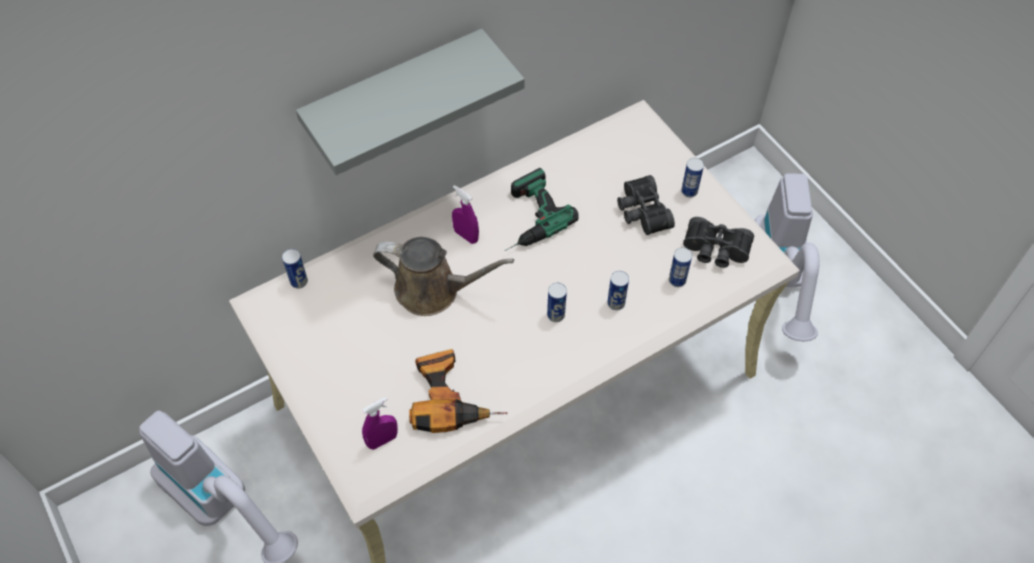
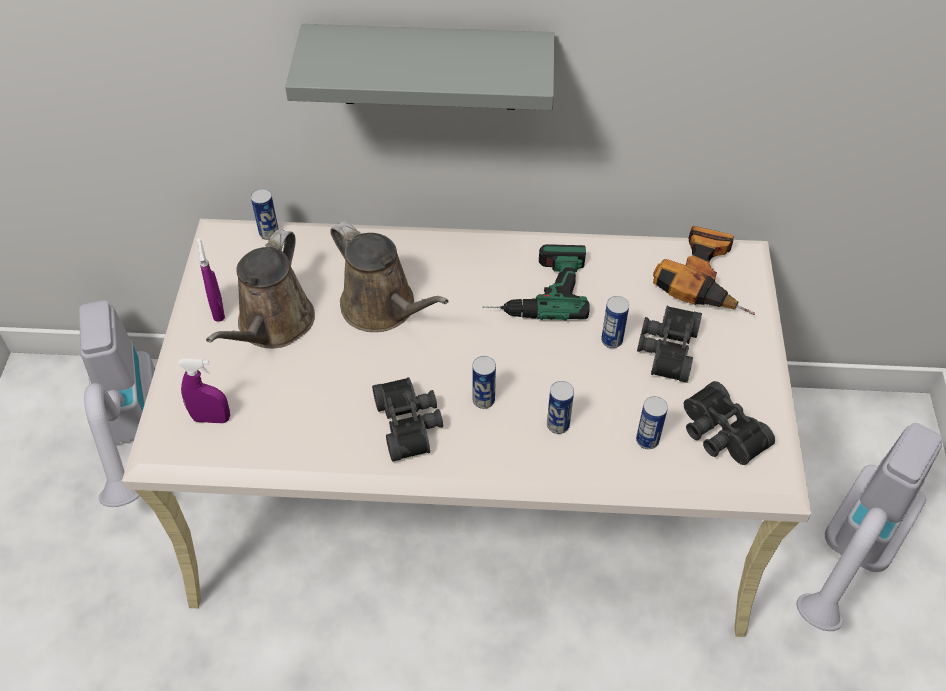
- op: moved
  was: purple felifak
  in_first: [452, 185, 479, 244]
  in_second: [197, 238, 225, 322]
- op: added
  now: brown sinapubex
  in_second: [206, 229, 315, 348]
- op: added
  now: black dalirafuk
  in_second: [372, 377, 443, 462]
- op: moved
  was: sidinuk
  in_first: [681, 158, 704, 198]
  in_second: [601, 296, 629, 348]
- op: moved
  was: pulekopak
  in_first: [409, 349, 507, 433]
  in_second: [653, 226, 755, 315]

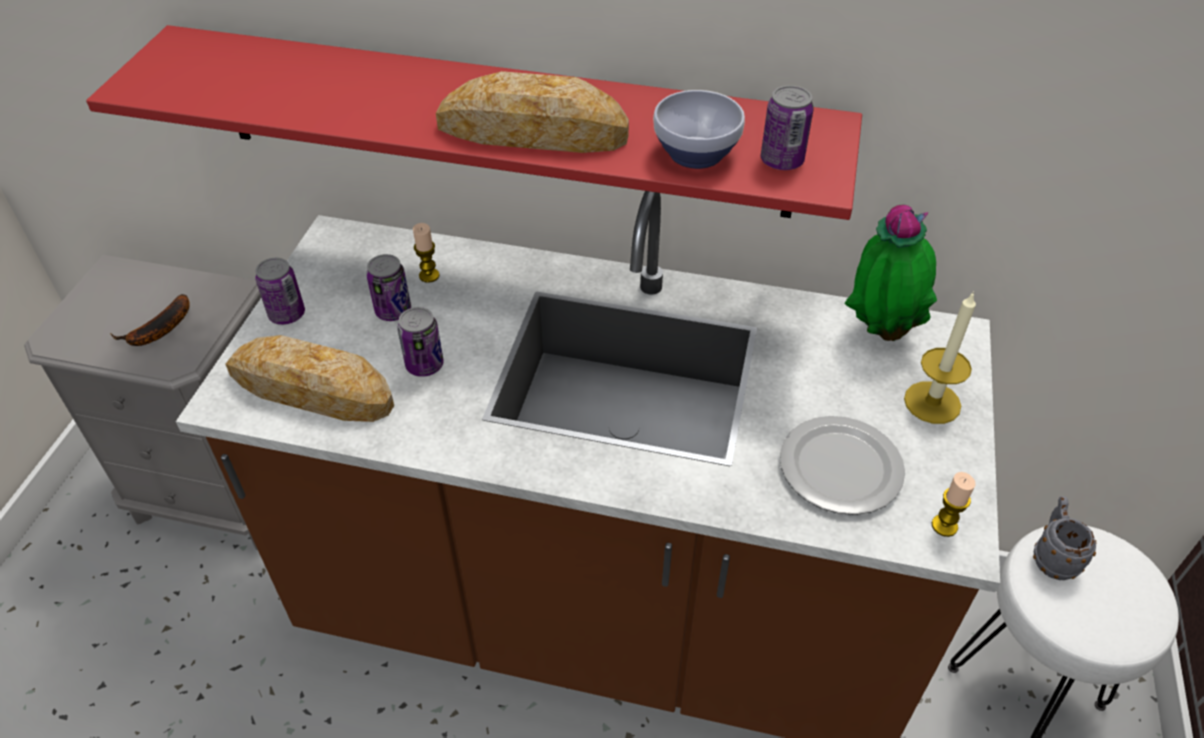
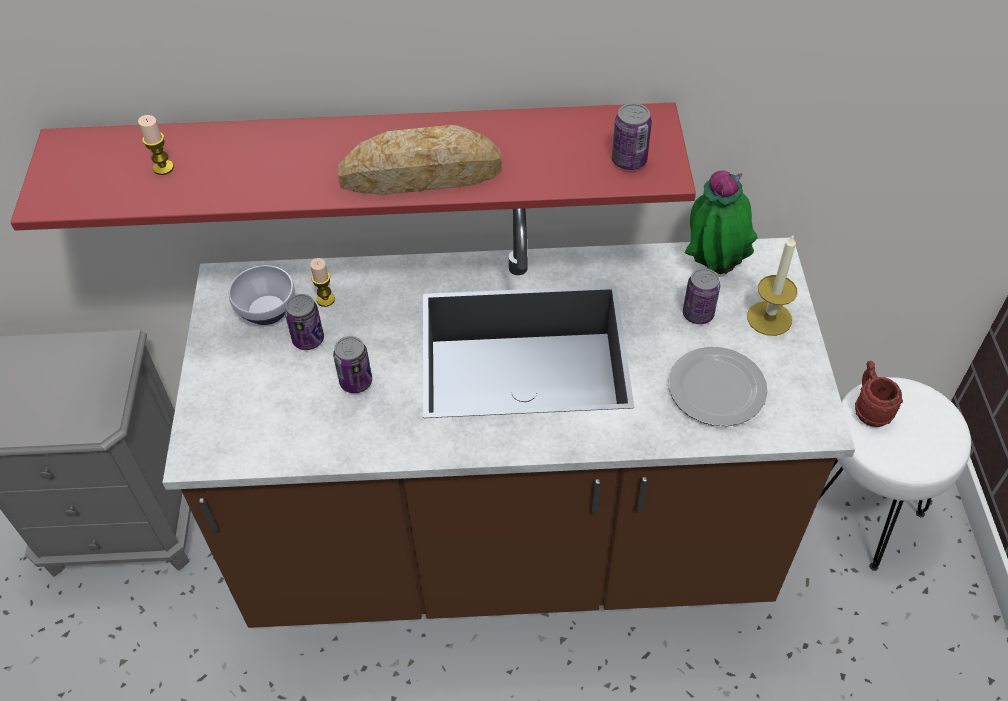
- op: moved
  was: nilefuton
  in_first: [932, 472, 975, 537]
  in_second: [138, 115, 174, 175]
- op: moved
  was: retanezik
  in_first: [653, 90, 745, 169]
  in_second: [228, 265, 295, 325]
- op: moved
  was: sidinuk
  in_first: [255, 258, 305, 325]
  in_second: [683, 268, 720, 324]
- op: recoloured
  was: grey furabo
  now: red furabo
  in_first: [1033, 496, 1097, 580]
  in_second: [855, 361, 903, 427]
- op: removed
  was: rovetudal
  in_first: [110, 294, 190, 346]
- op: removed
  was: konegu
  in_first: [225, 335, 394, 422]

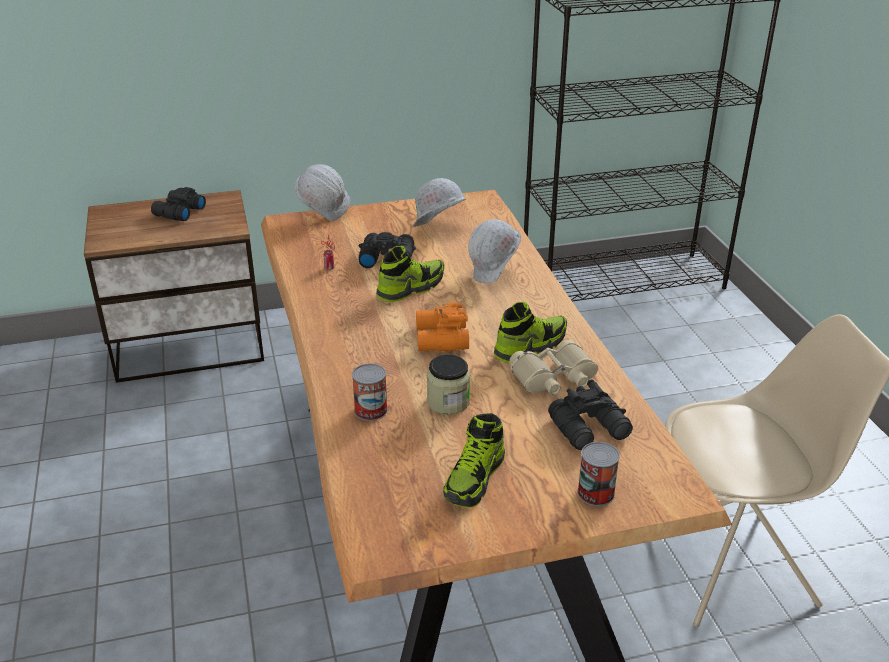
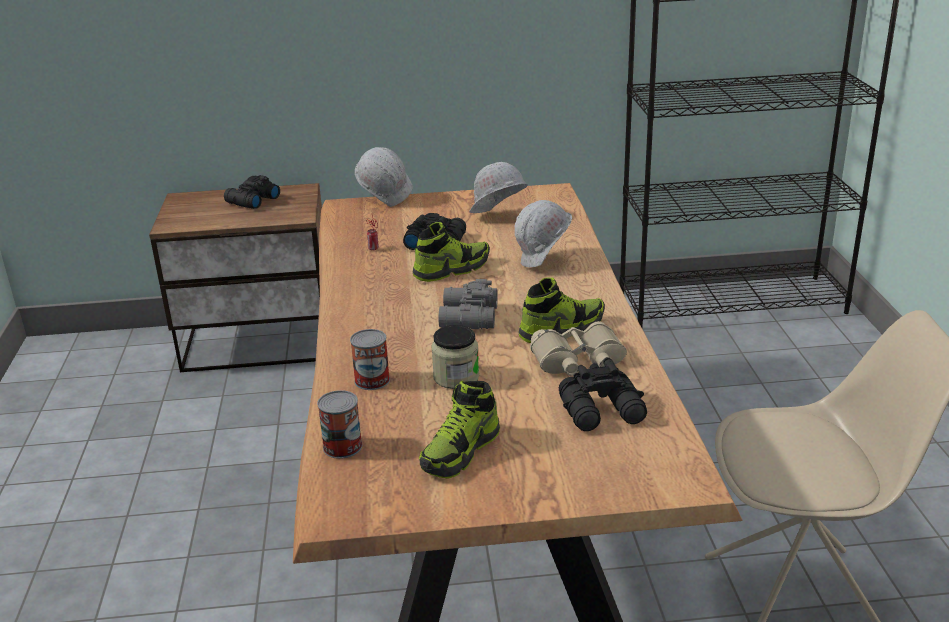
- op: moved
  was: sidinuk
  in_first: [577, 442, 620, 506]
  in_second: [317, 390, 362, 459]
- op: recoloured
  was: orange dalirafuk
  now: grey dalirafuk
  in_first: [416, 303, 469, 352]
  in_second: [438, 279, 498, 329]

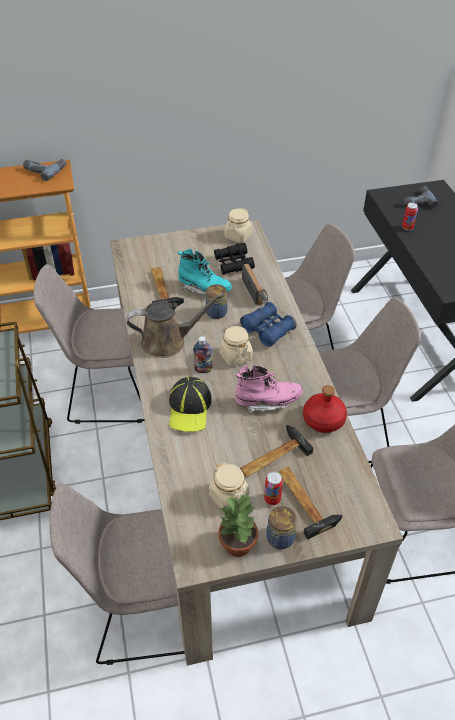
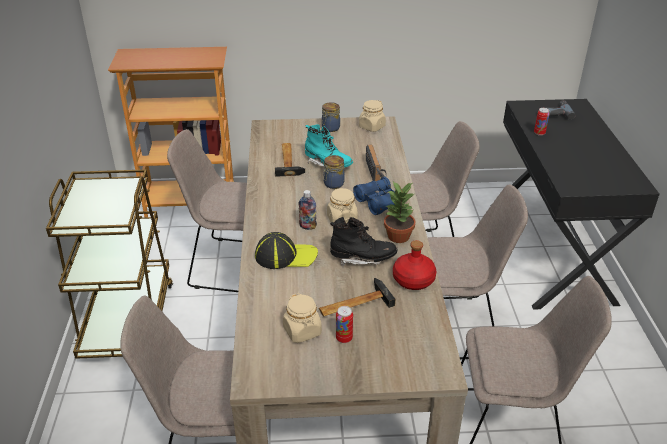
- op: turned
  was: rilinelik
  in_first: [169, 377, 212, 432]
  in_second: [255, 232, 318, 269]
  clockwise: -105
- op: moved
  was: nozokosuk
  in_first: [266, 506, 297, 549]
  in_second: [322, 102, 340, 132]
- op: recoloured
  was: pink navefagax
  now: black navefagax
  in_first: [235, 365, 303, 414]
  in_second: [330, 217, 397, 267]
- op: moved
  was: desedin
  in_first: [218, 494, 258, 557]
  in_second: [384, 182, 415, 243]
- op: removed
  was: pulekopak
  in_first: [23, 159, 66, 181]
- op: removed
  was: brown sinapubex
  in_first: [127, 293, 224, 358]
- op: removed
  was: black dalirafuk
  in_first: [214, 243, 255, 275]
- op: removed
  was: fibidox
  in_first: [278, 467, 342, 539]

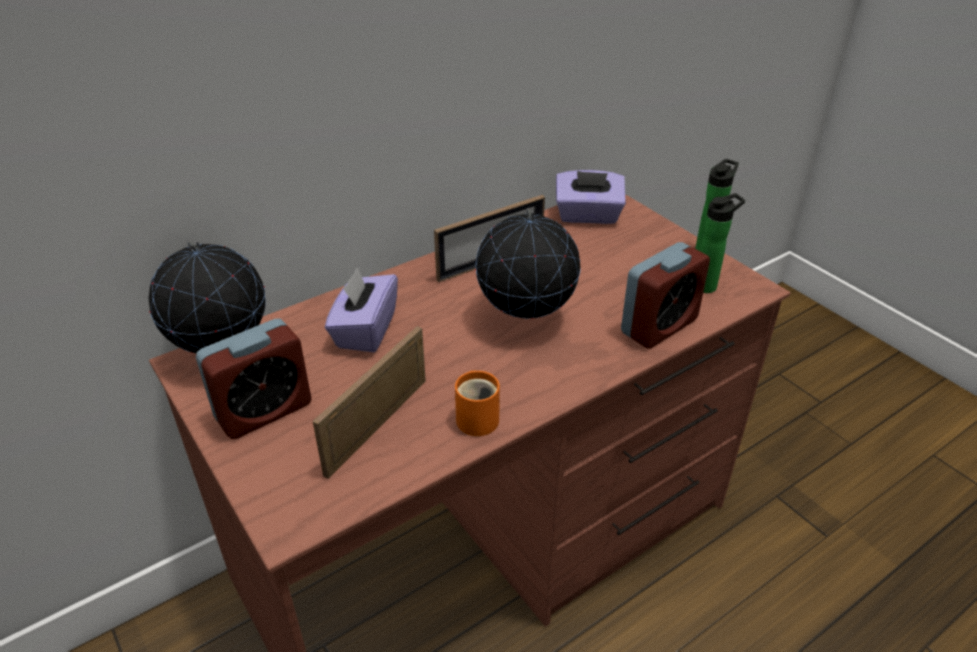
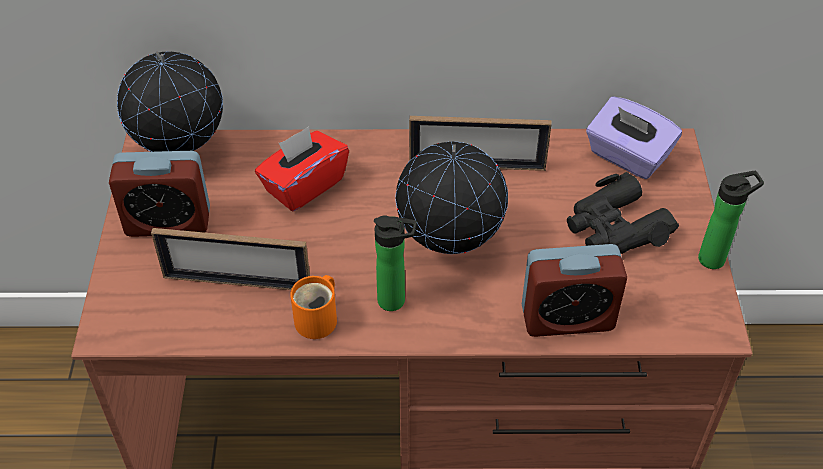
- op: turned
  was: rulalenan
  in_first: [313, 326, 426, 479]
  in_second: [151, 228, 310, 290]
  clockwise: -150
- op: recoloured
  was: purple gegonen
  now: red gegonen
  in_first: [325, 267, 398, 352]
  in_second: [255, 126, 349, 211]
- op: moved
  was: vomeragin
  in_first: [700, 193, 745, 293]
  in_second: [374, 216, 417, 311]
- op: added
  now: black dalirafuk
  in_second: [567, 172, 679, 254]

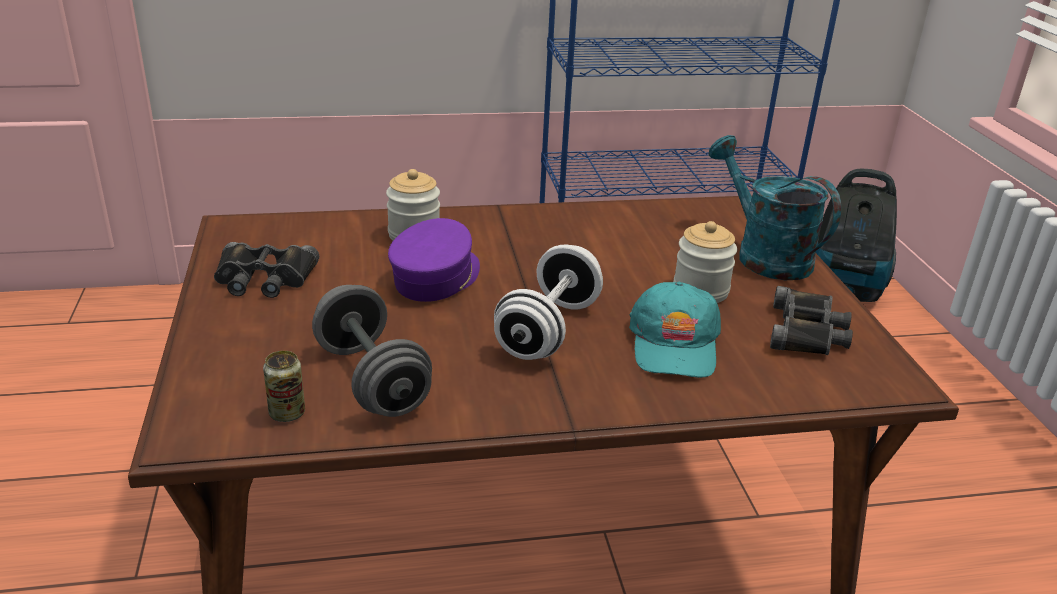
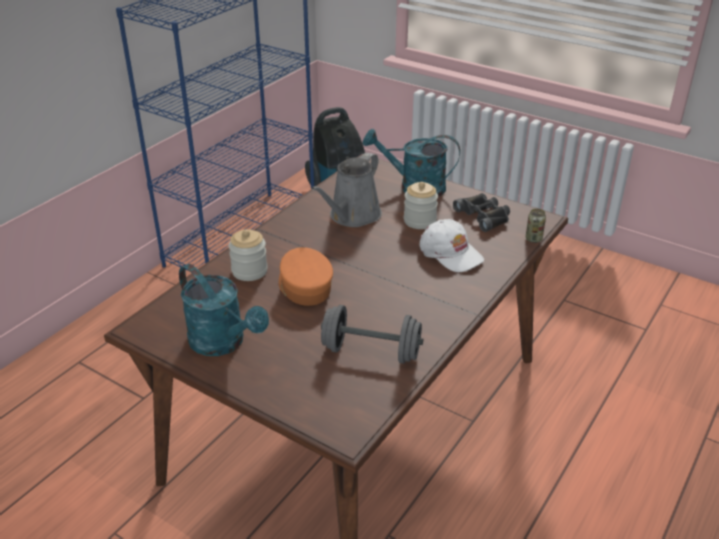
- op: replaced
  was: black dalirafuk
  now: turquoise sinapubex
  in_first: [214, 242, 319, 298]
  in_second: [179, 264, 269, 356]
- op: recoloured
  was: purple rilinelik
  now: orange rilinelik
  in_first: [388, 218, 480, 302]
  in_second: [279, 247, 333, 306]
- op: added
  now: grey sinapubex
  in_second: [311, 153, 382, 227]
- op: recoloured
  was: turquoise rilinelik
  now: white rilinelik
  in_first: [629, 282, 721, 378]
  in_second: [419, 219, 484, 273]
- op: moved
  was: sidinuk
  in_first: [263, 351, 305, 422]
  in_second: [526, 209, 546, 243]
- op: removed
  was: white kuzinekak
  in_first: [494, 245, 603, 360]

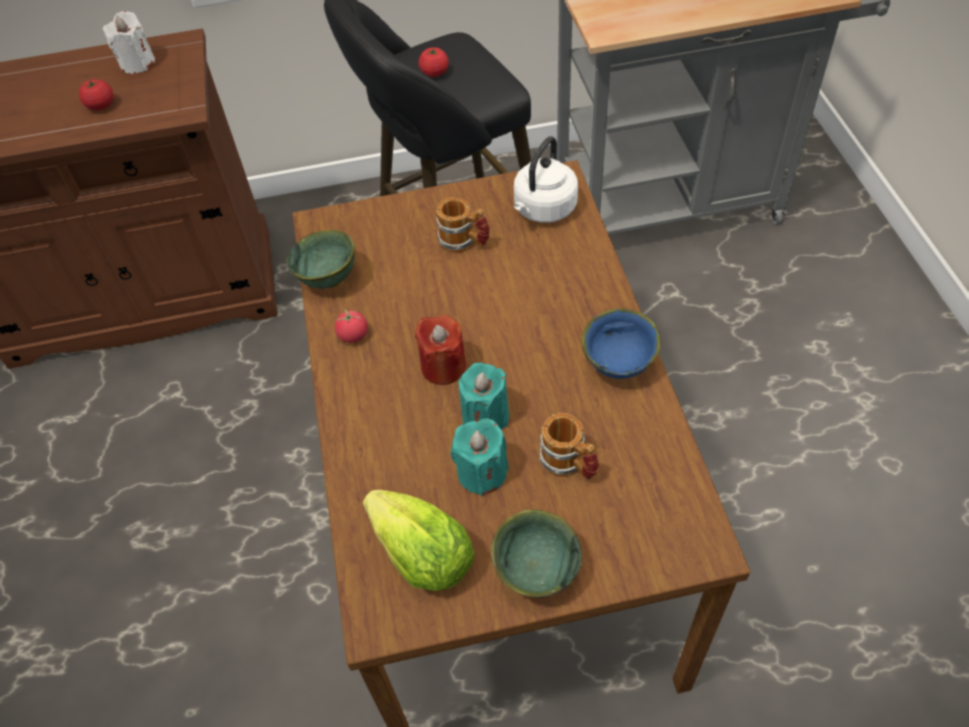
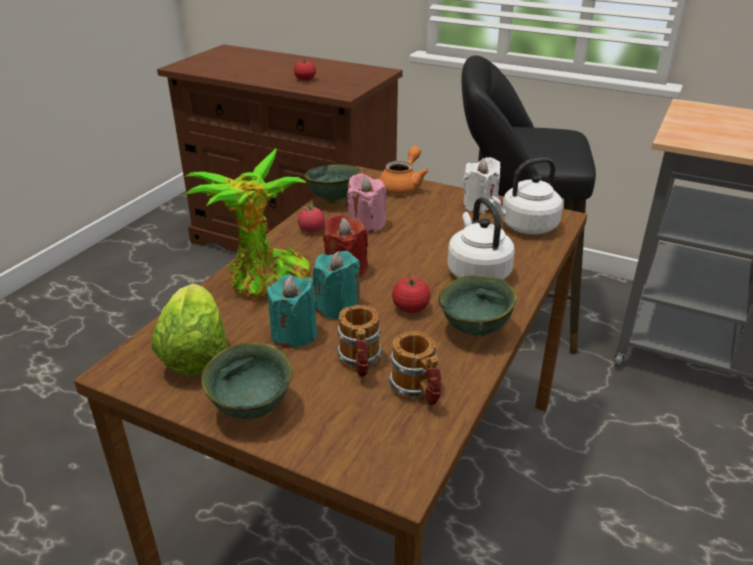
- op: added
  now: desedin
  in_second: [186, 149, 310, 298]
- op: added
  now: pink nilefuton
  in_second: [347, 173, 387, 233]
- op: added
  now: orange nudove
  in_second: [379, 146, 429, 194]
- op: moved
  was: furabo
  in_first: [436, 197, 490, 253]
  in_second: [388, 331, 442, 407]
- op: moved
  was: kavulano
  in_first: [419, 47, 449, 77]
  in_second: [392, 277, 430, 313]
- op: recoloured
  was: blue retanezik
  now: green retanezik
  in_first: [582, 308, 661, 379]
  in_second: [438, 275, 517, 337]
- op: added
  now: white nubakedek
  in_second: [447, 197, 515, 280]
- op: moved
  was: white nilefuton
  in_first: [103, 11, 155, 74]
  in_second: [463, 157, 500, 214]

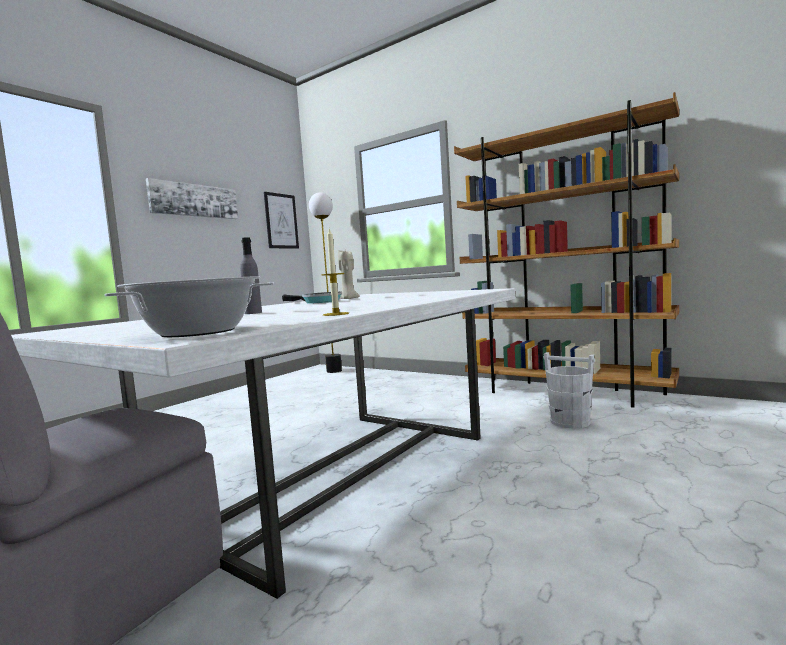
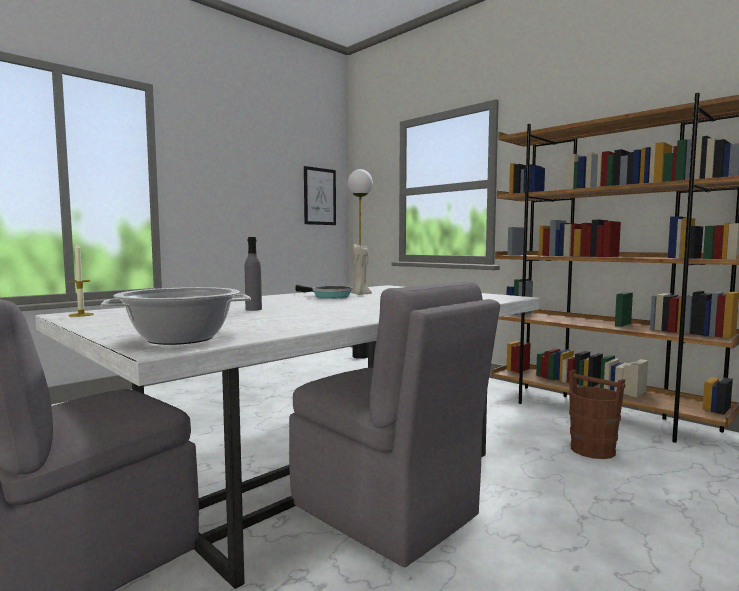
- op: moved
  was: nilefuton
  in_first: [321, 229, 349, 316]
  in_second: [68, 243, 94, 317]
- op: added
  now: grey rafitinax
  in_second: [289, 281, 500, 567]
- op: recoloured
  was: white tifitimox
  now: brown tifitimox
  in_first: [543, 352, 595, 429]
  in_second: [569, 370, 626, 459]
- op: removed
  was: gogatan
  in_first: [146, 178, 238, 219]

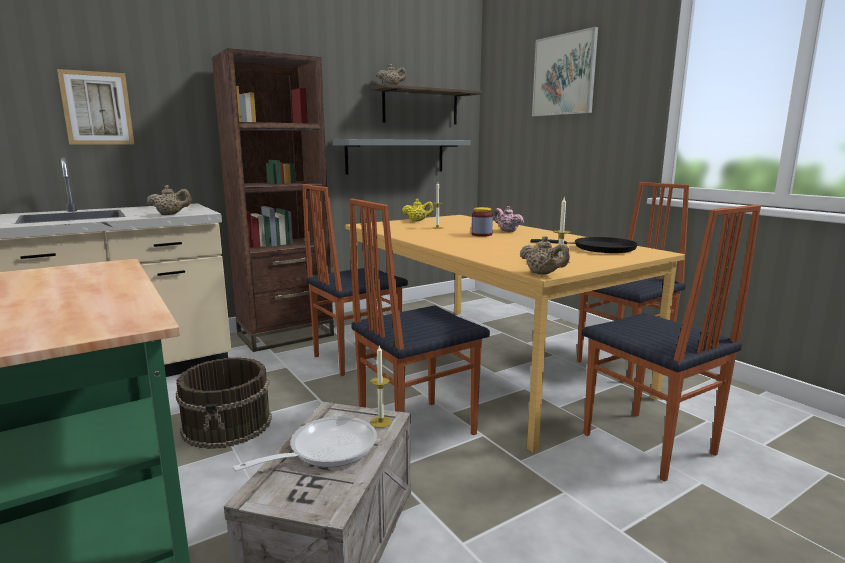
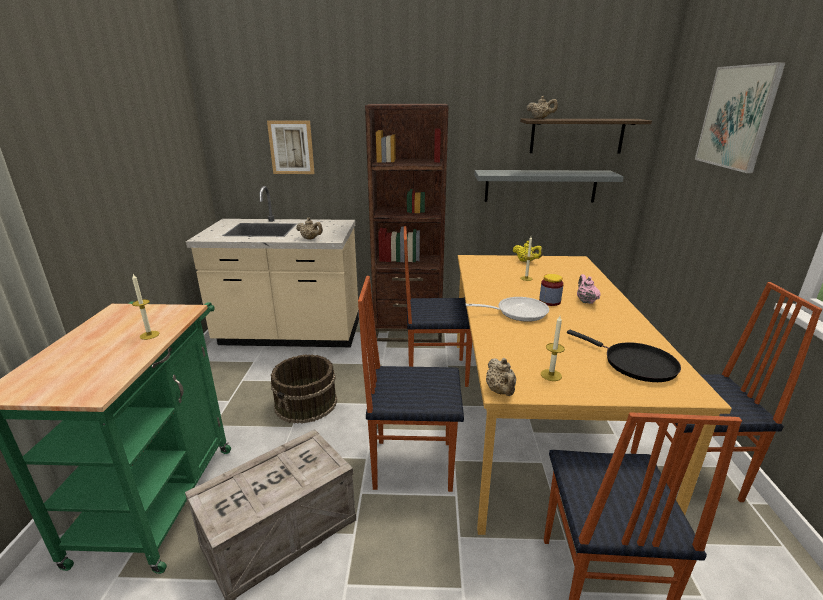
- op: moved
  was: nilefuton
  in_first: [370, 345, 392, 428]
  in_second: [132, 274, 159, 340]
- op: moved
  was: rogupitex
  in_first: [233, 416, 377, 471]
  in_second: [465, 297, 549, 322]

